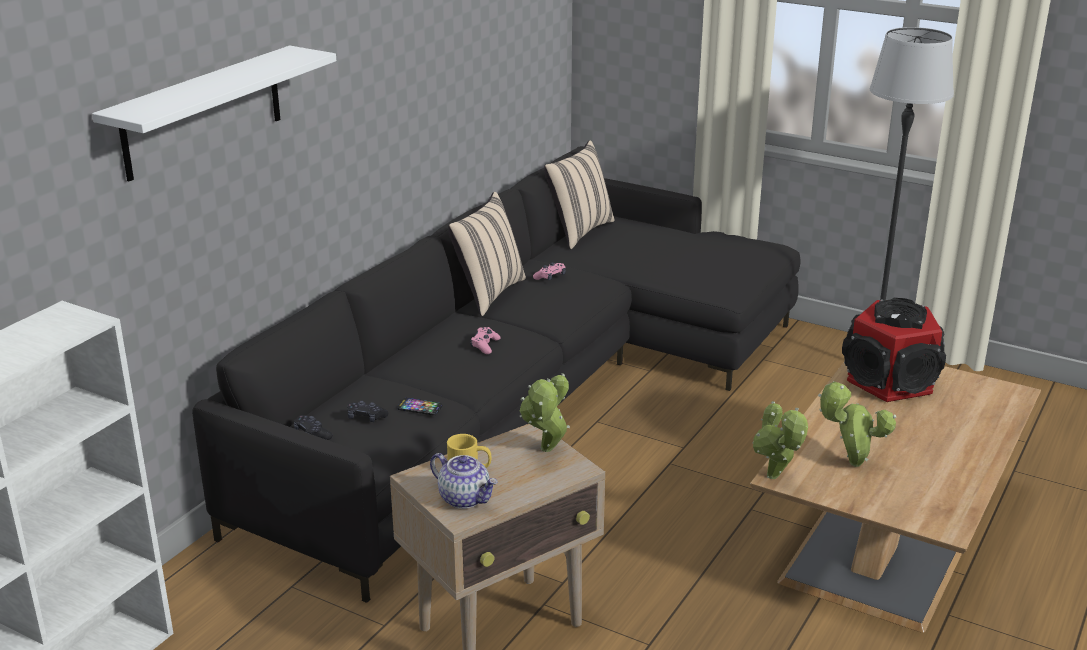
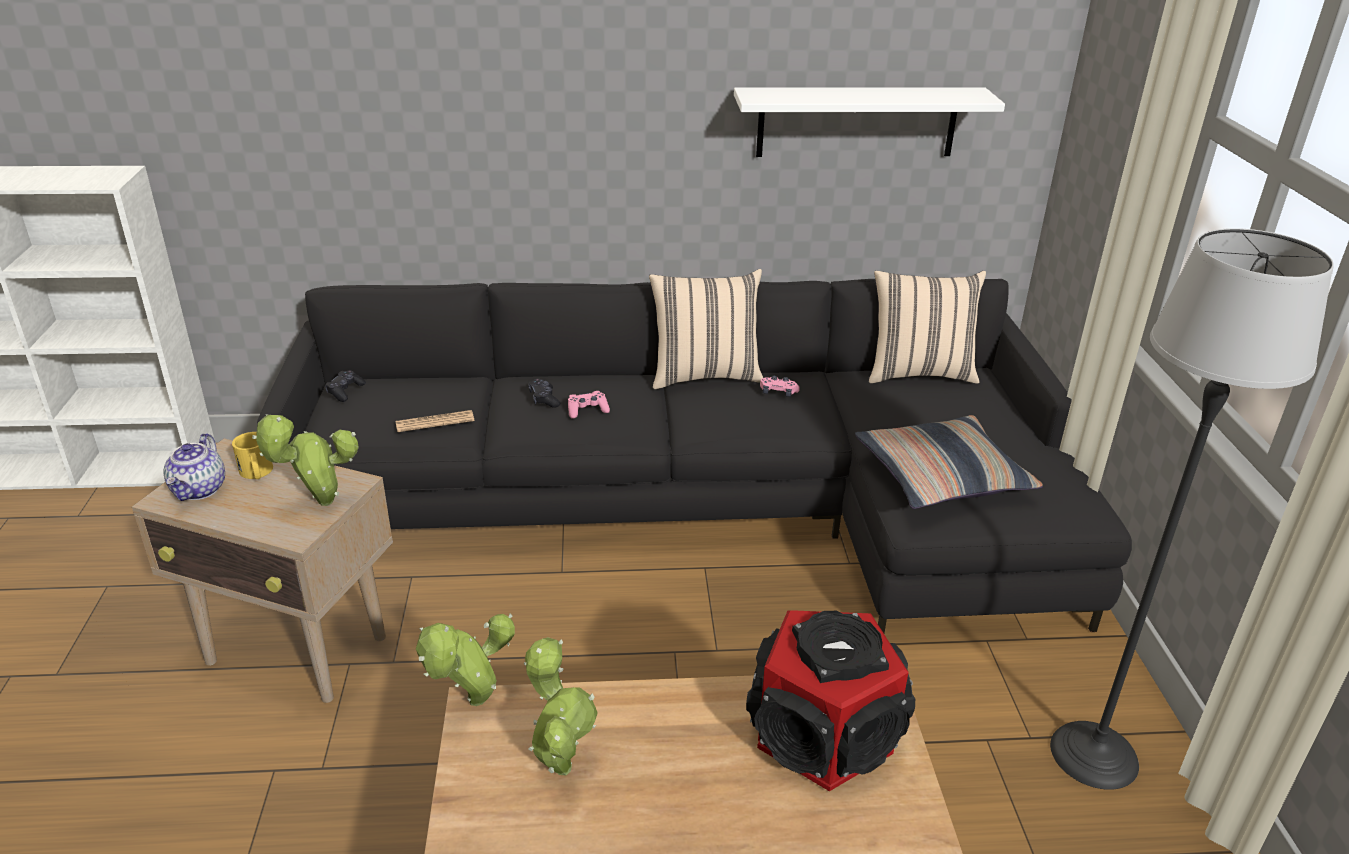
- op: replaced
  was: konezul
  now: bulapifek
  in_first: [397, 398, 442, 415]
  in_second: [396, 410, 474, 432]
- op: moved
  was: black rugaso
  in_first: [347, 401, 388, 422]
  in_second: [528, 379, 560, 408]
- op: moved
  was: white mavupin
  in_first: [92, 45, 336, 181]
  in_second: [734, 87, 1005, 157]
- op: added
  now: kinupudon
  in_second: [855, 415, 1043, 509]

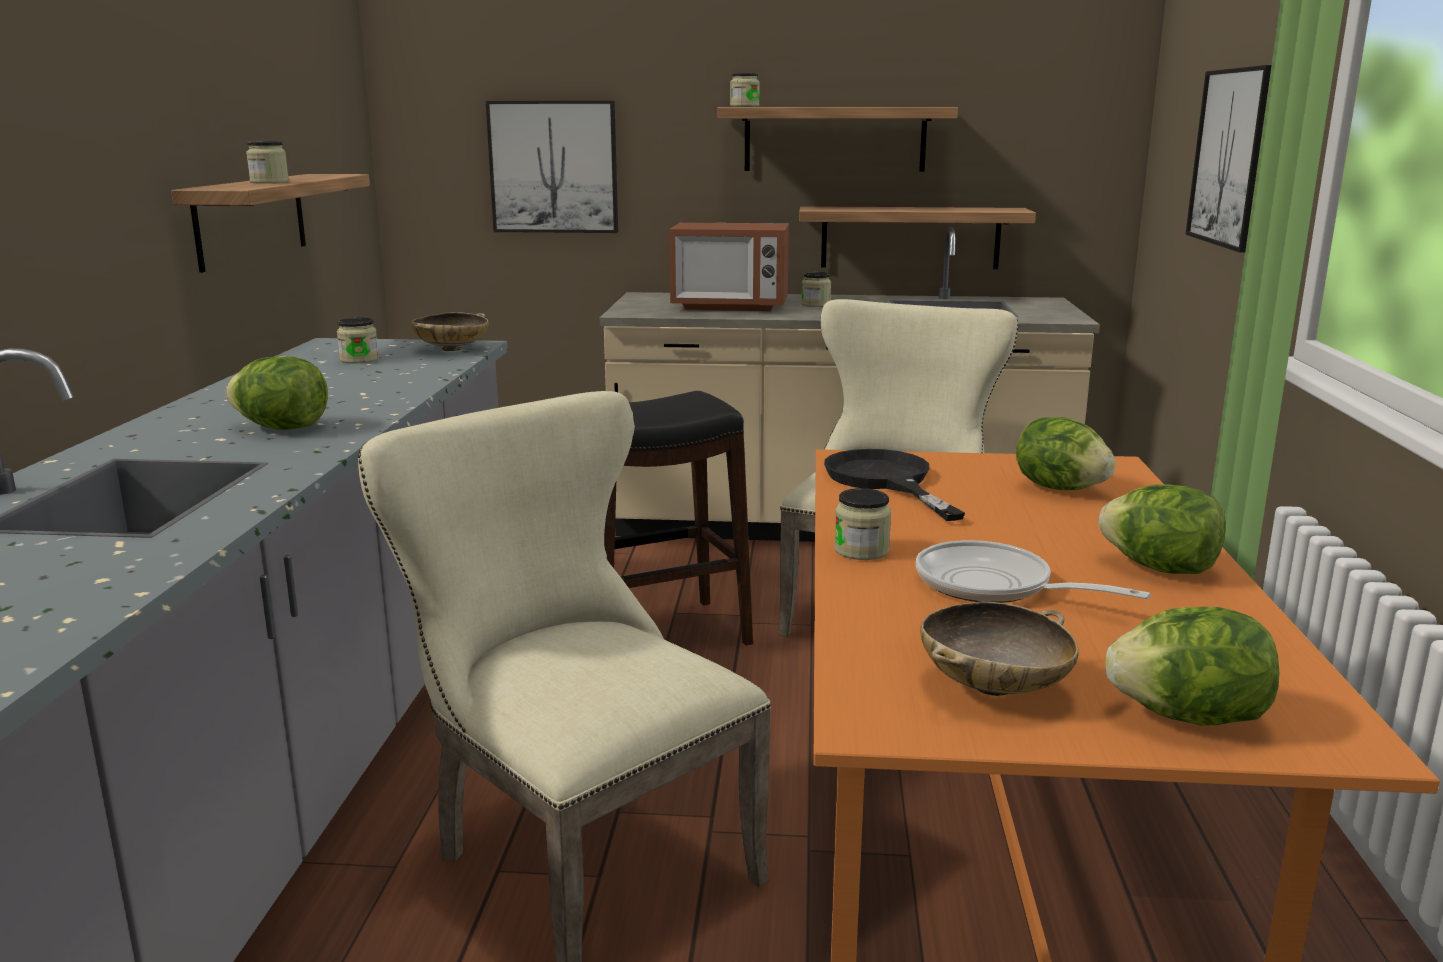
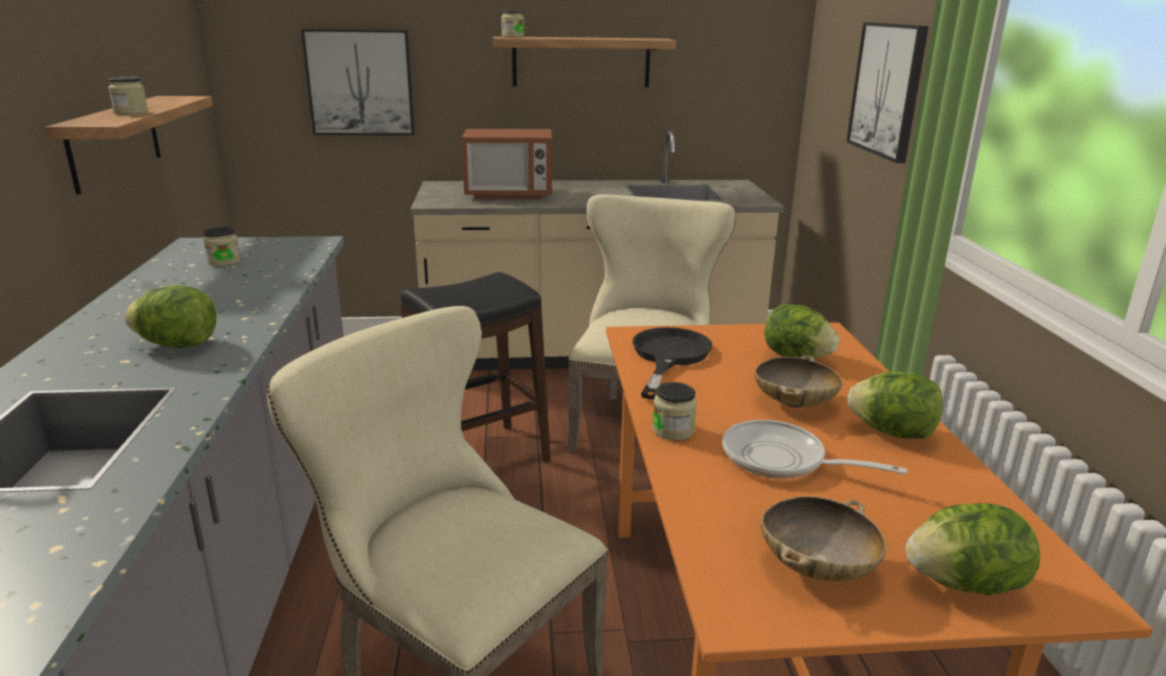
- op: turned
  was: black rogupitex
  in_first: [824, 449, 965, 521]
  in_second: [632, 327, 712, 399]
  clockwise: 45
- op: moved
  was: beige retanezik
  in_first: [411, 312, 489, 351]
  in_second: [754, 355, 842, 408]
- op: removed
  was: mavupin
  in_first: [799, 206, 1036, 269]
- op: removed
  was: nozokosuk
  in_first: [801, 272, 831, 307]

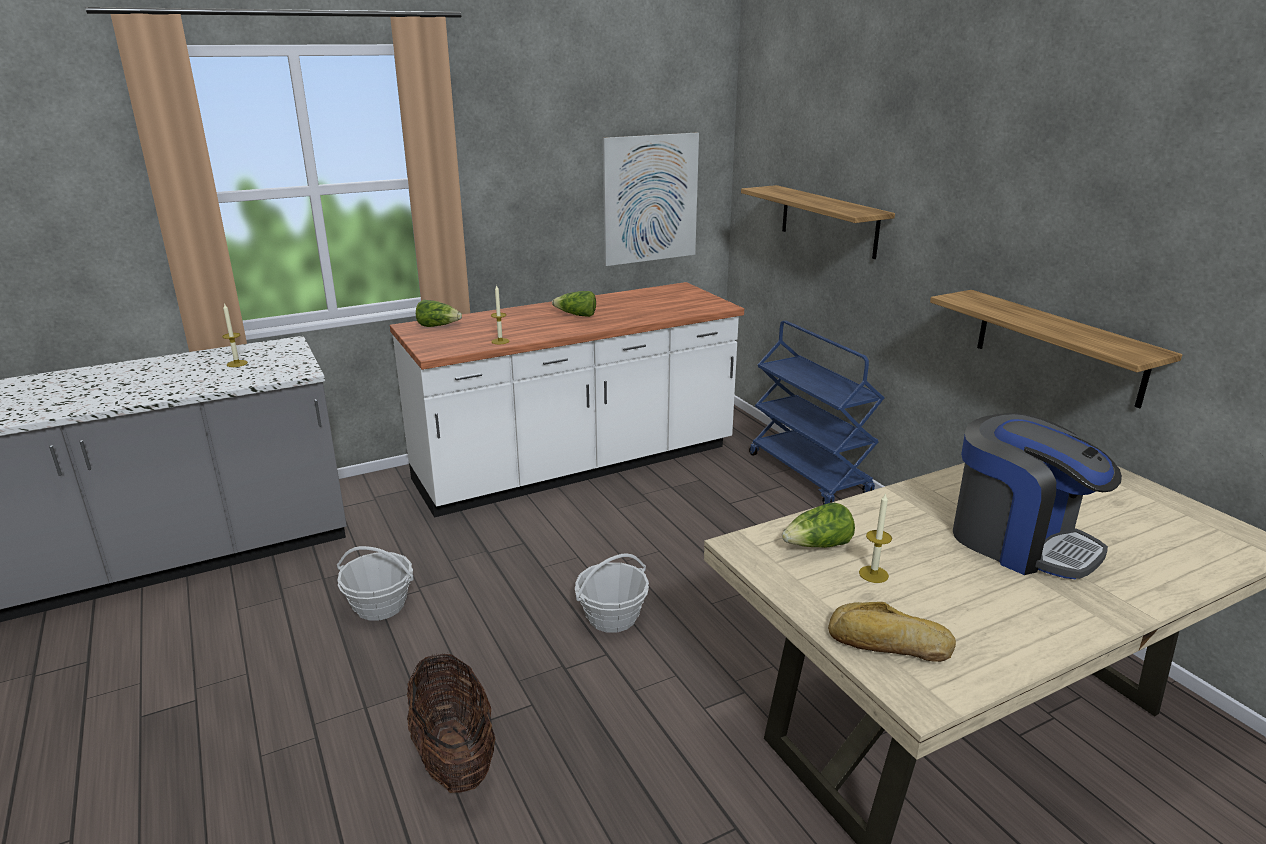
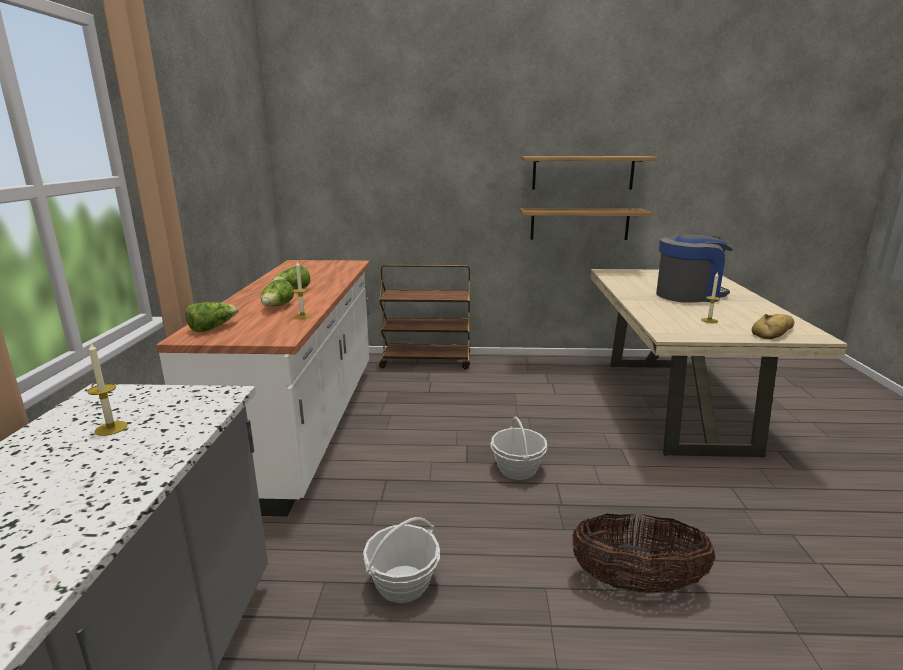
- op: moved
  was: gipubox
  in_first: [782, 503, 855, 548]
  in_second: [261, 279, 294, 307]
- op: recoloured
  was: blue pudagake
  now: brown pudagake
  in_first: [749, 321, 884, 504]
  in_second: [379, 265, 470, 369]
- op: moved
  was: mavupin
  in_first: [741, 185, 895, 259]
  in_second: [521, 156, 658, 190]
- op: removed
  was: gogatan
  in_first: [603, 133, 699, 266]

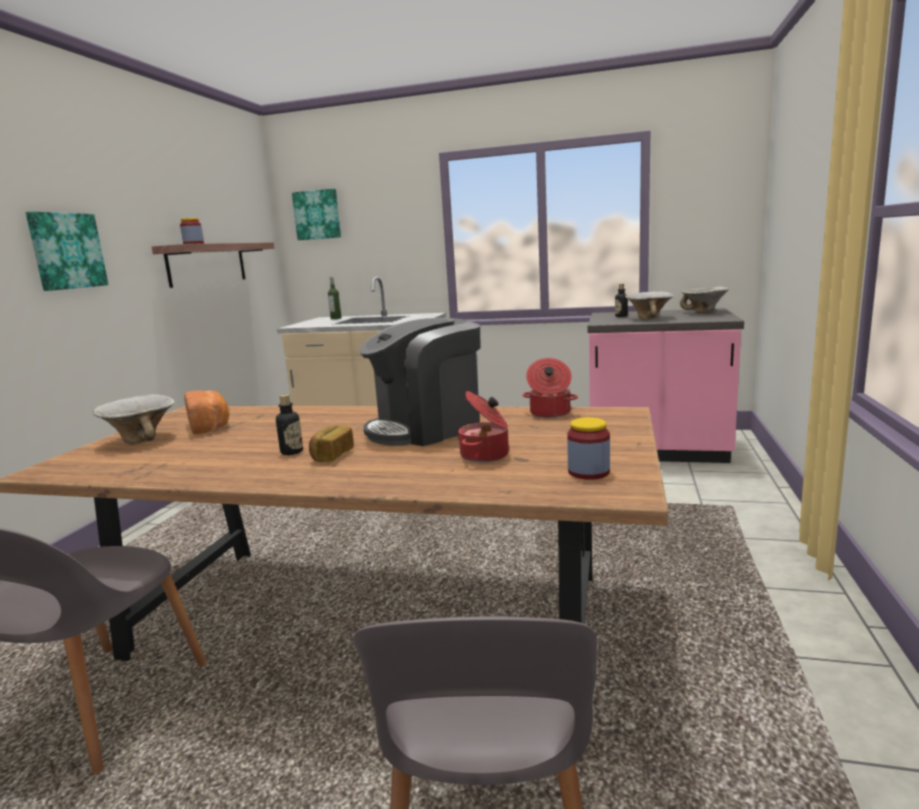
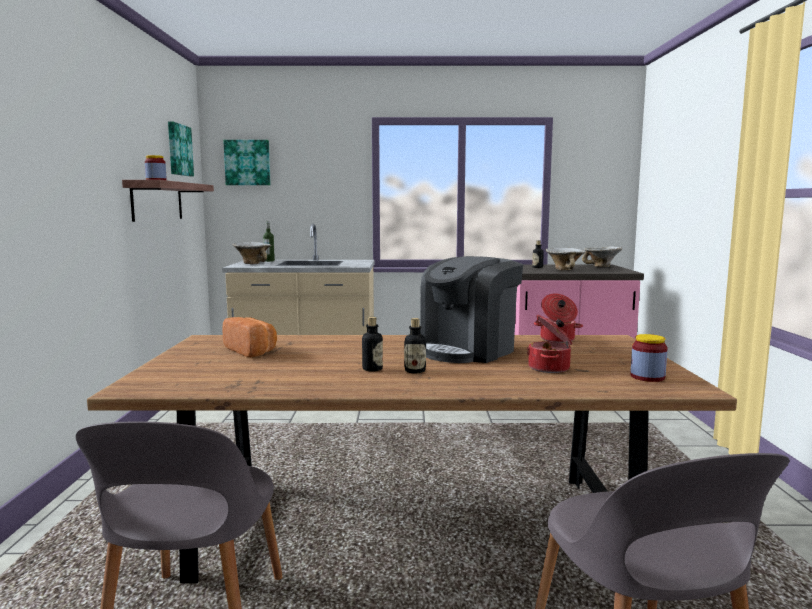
- op: moved
  was: gogatan
  in_first: [26, 211, 109, 291]
  in_second: [168, 121, 194, 176]
- op: moved
  was: retanezik
  in_first: [93, 394, 175, 445]
  in_second: [232, 242, 272, 264]
- op: replaced
  was: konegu
  now: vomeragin
  in_first: [309, 425, 354, 462]
  in_second: [404, 318, 426, 373]

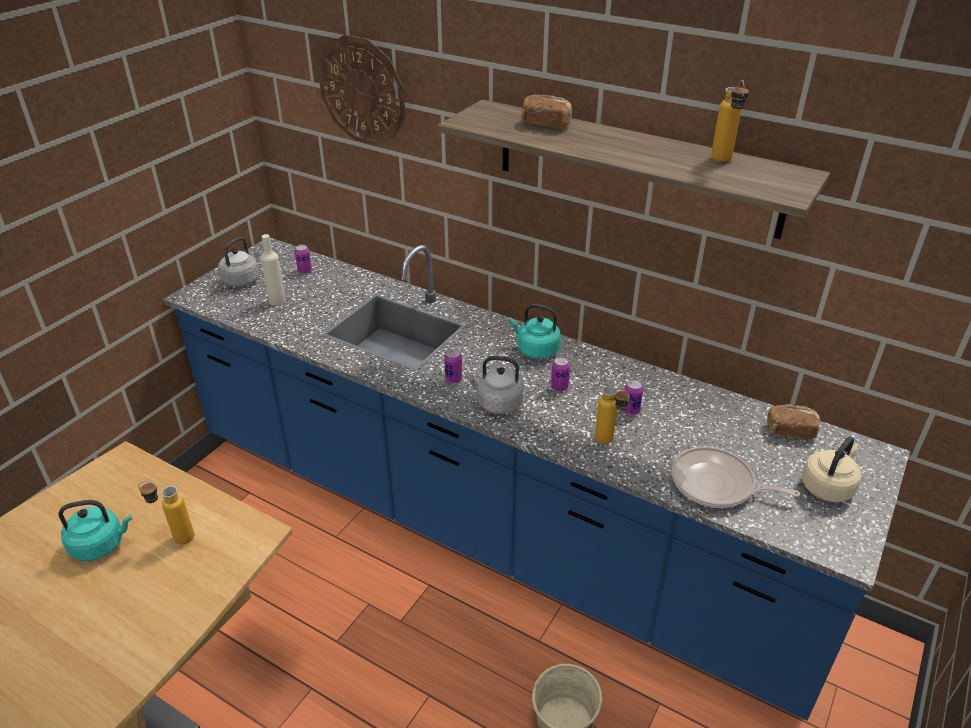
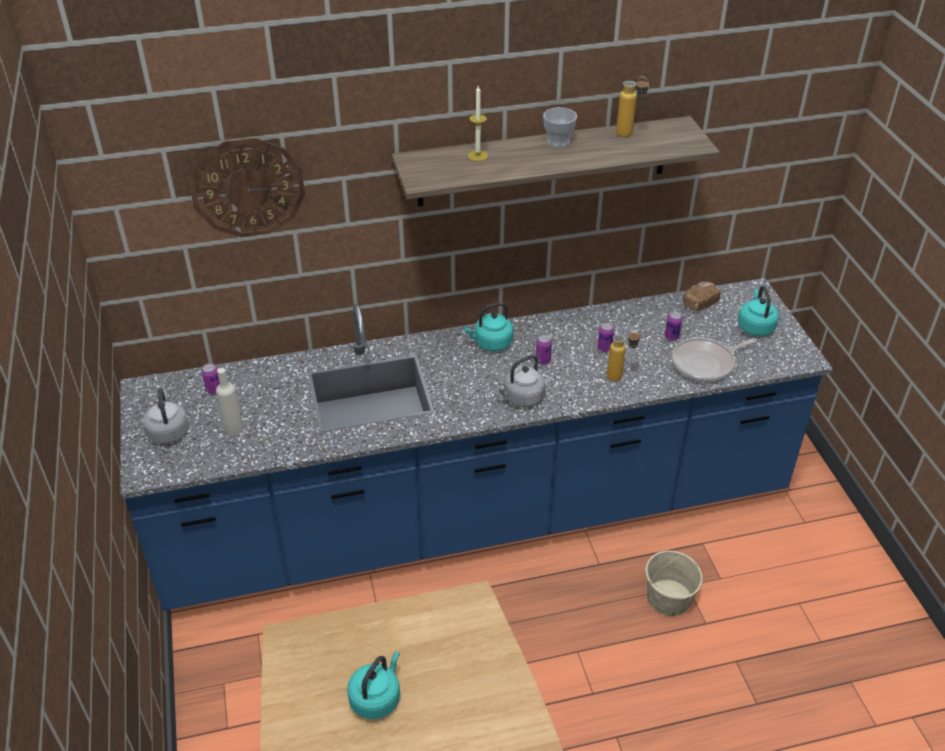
- op: replaced
  was: konegu
  now: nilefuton
  in_first: [521, 95, 572, 128]
  in_second: [468, 86, 488, 161]
- op: added
  now: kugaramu
  in_second: [543, 107, 577, 148]
- op: moved
  was: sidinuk
  in_first: [444, 349, 462, 383]
  in_second: [665, 311, 683, 341]
- op: recoloured
  was: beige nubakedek
  now: turquoise nubakedek
  in_first: [802, 436, 861, 502]
  in_second: [738, 286, 779, 336]
- op: removed
  was: vomeragin
  in_first: [138, 481, 194, 545]

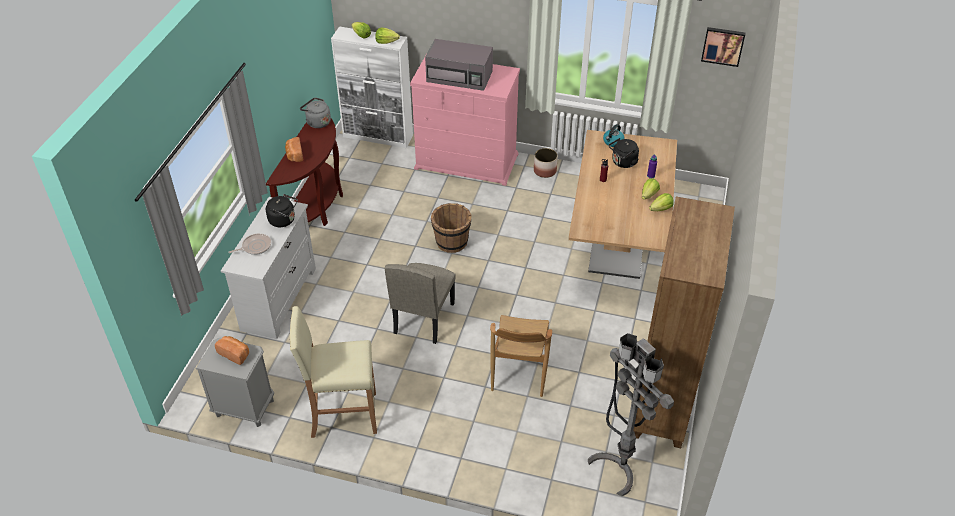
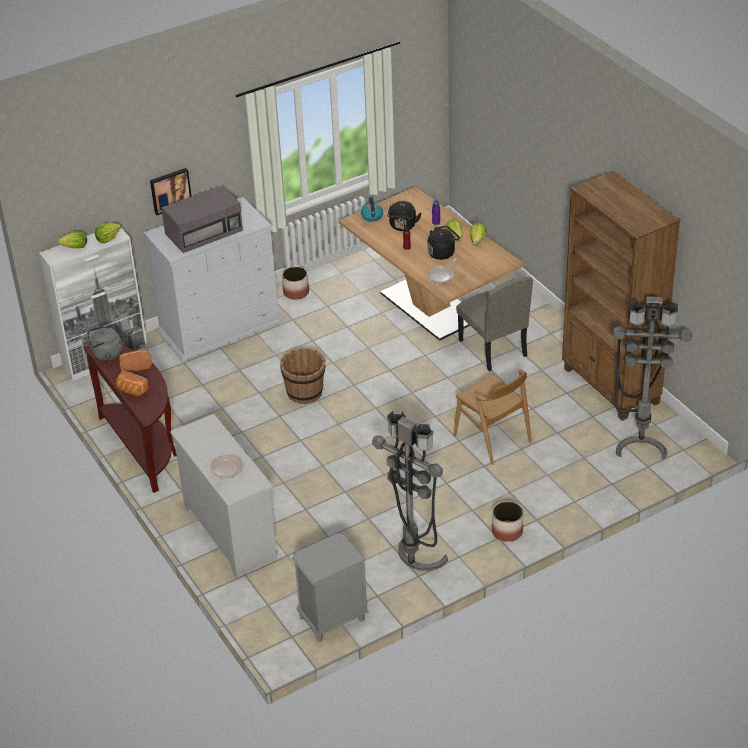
- op: moved
  was: konegu
  in_first: [215, 336, 249, 365]
  in_second: [119, 349, 152, 372]
- op: recoloured
  was: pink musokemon
  now: white musokemon
  in_first: [410, 57, 520, 186]
  in_second: [144, 197, 282, 363]
- op: moved
  was: gogatan
  in_first: [701, 27, 746, 67]
  in_second: [150, 168, 191, 215]
- op: replaced
  was: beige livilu
  now: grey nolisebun
  in_first: [290, 306, 377, 438]
  in_second: [372, 411, 448, 571]
- op: added
  now: rogupitex
  in_second: [426, 258, 457, 283]
- op: moved
  was: black nubakedek
  in_first: [266, 194, 298, 227]
  in_second: [427, 226, 460, 260]
- op: moved
  was: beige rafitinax
  in_first: [385, 263, 456, 344]
  in_second: [456, 277, 533, 371]
- op: added
  now: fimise
  in_second: [492, 501, 523, 542]

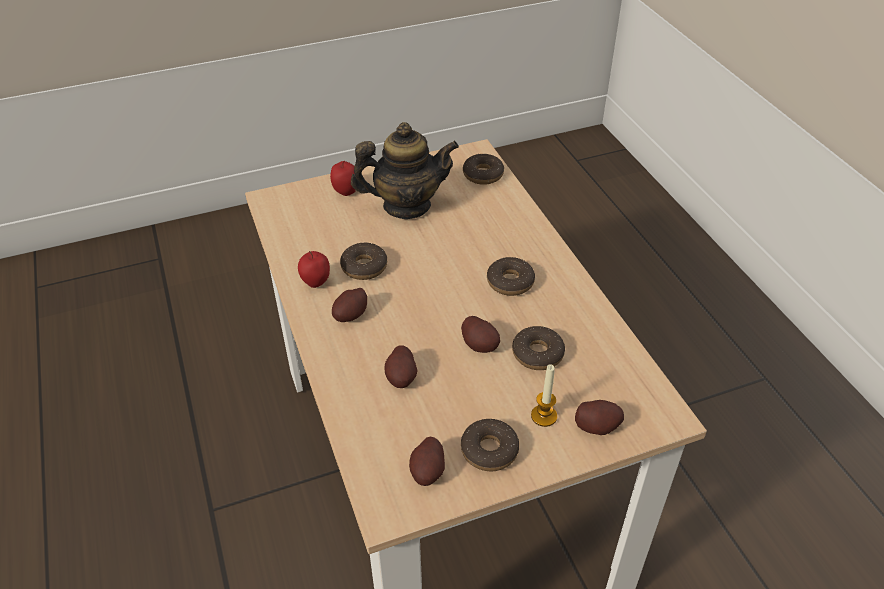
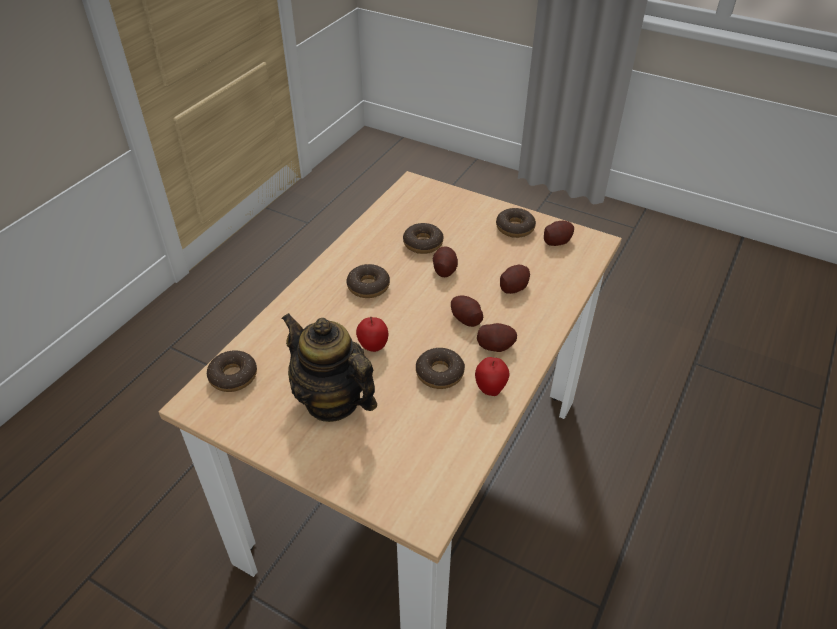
- op: moved
  was: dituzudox
  in_first: [330, 161, 356, 196]
  in_second: [356, 317, 388, 352]
- op: moved
  was: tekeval
  in_first: [575, 400, 624, 435]
  in_second: [451, 295, 483, 327]
- op: removed
  was: nilefuton
  in_first: [531, 364, 557, 427]

